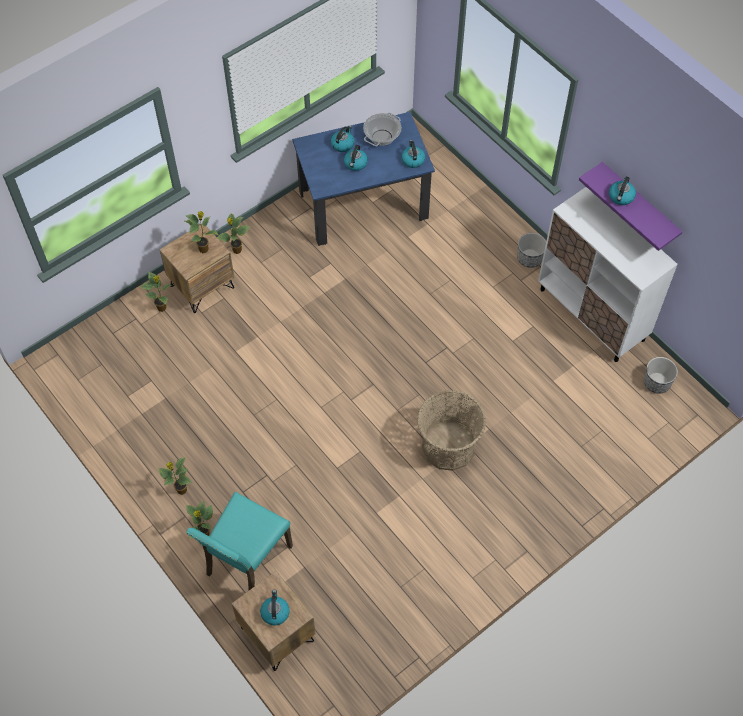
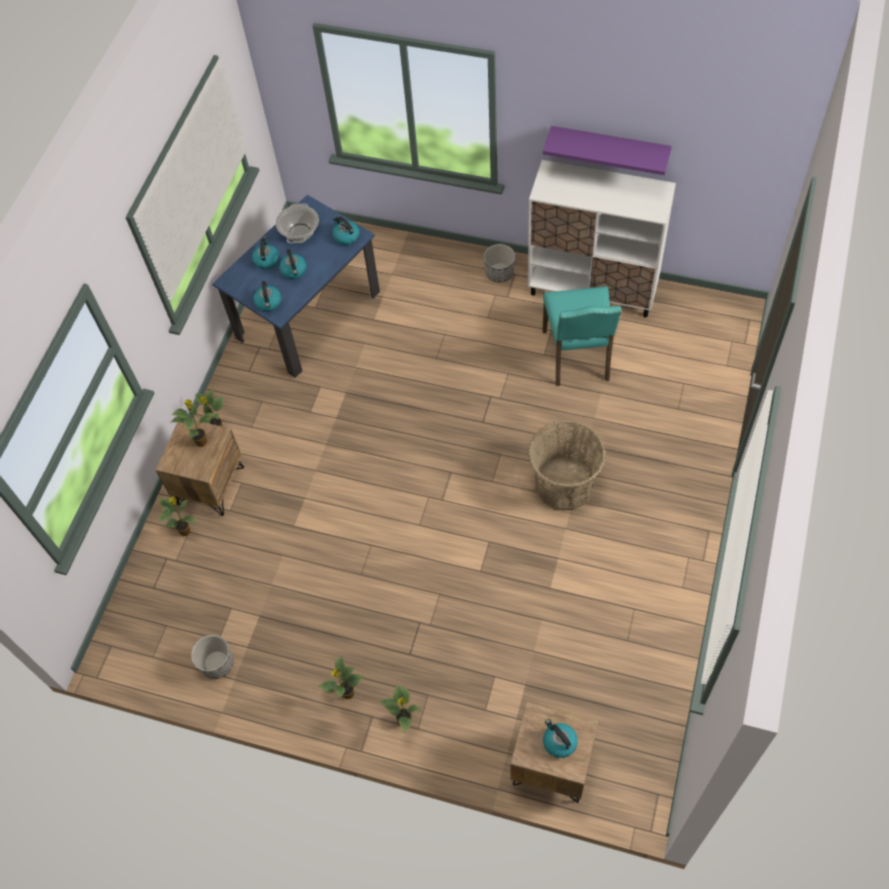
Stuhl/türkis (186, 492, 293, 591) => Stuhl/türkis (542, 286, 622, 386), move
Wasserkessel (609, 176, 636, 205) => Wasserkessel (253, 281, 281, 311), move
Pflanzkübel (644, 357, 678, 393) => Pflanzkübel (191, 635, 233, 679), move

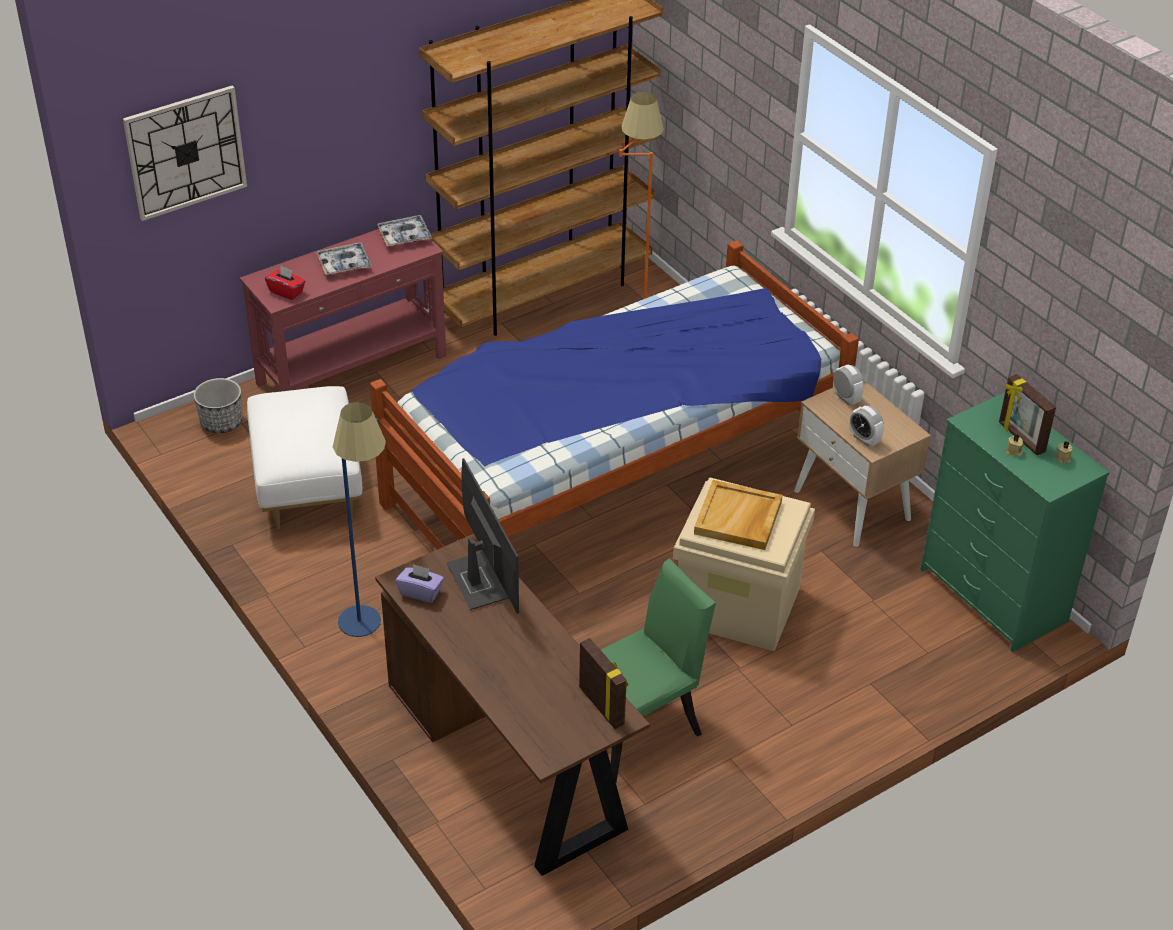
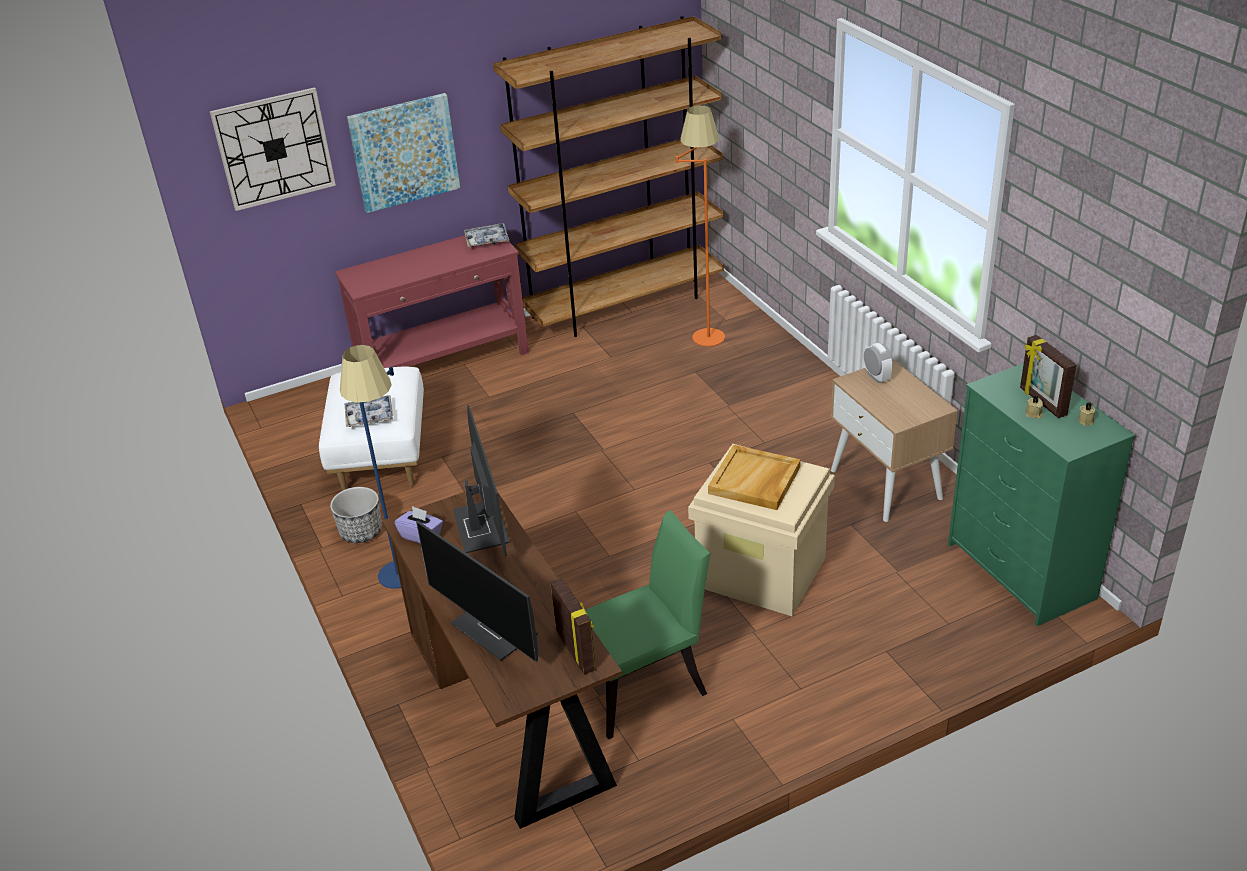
Taschentuchbox/rot (265, 266, 305, 300) => nothing
Bett (370, 240, 859, 550) => nothing
Wecker (849, 405, 884, 447) => nothing
nothing => Bild (347, 93, 460, 213)
nothing => Monitor (416, 521, 538, 662)
Pflanzkübel (194, 378, 243, 433) => Pflanzkübel (330, 487, 382, 543), move
Tablett (317, 243, 372, 275) => Tablett (345, 395, 393, 427), move

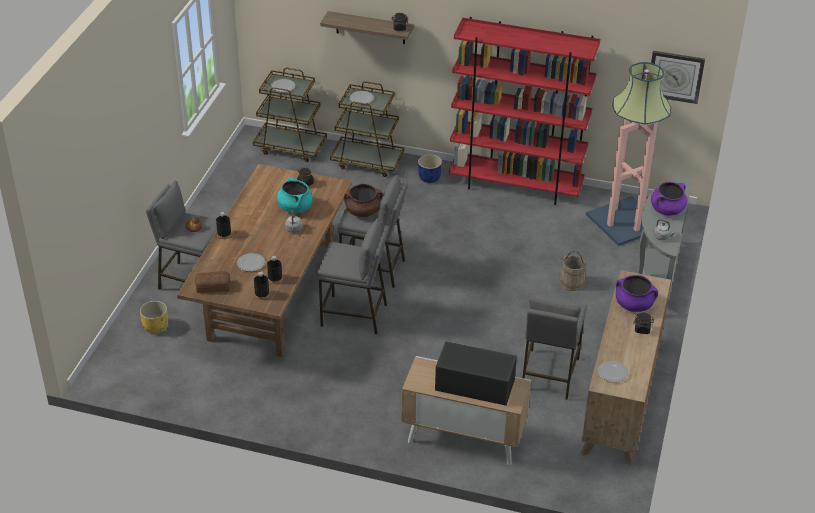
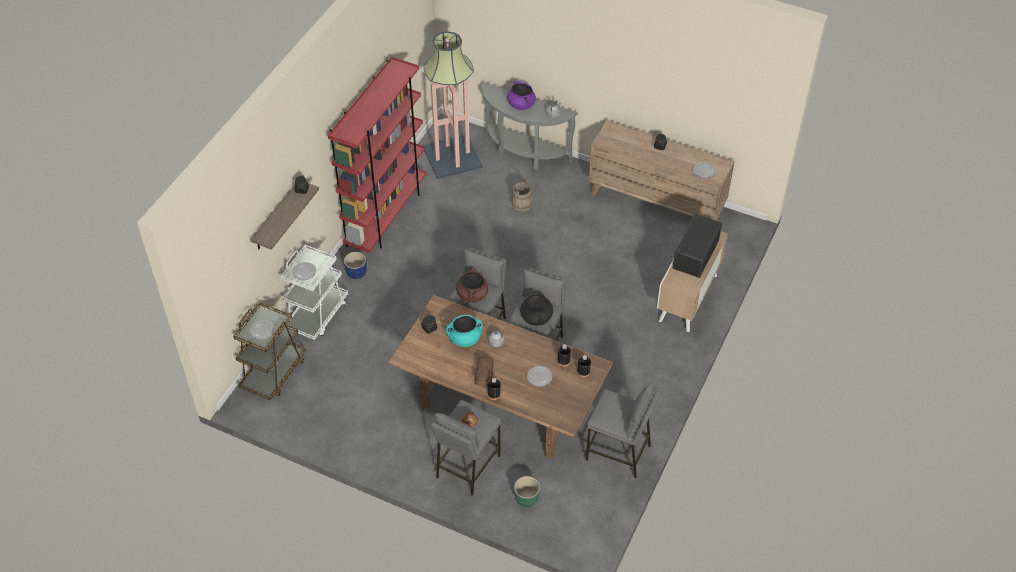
Kochtopf/lila (616, 275, 658, 312) => nothing
Wanduhr (651, 51, 705, 104) => nothing
nothing => Kochtopf/schwarz (520, 291, 553, 326)
Brot (195, 271, 230, 293) => Brot (475, 356, 494, 386), move
Hocker/grau (522, 295, 587, 400) => Hocker/grau (586, 383, 661, 478), move
Pflanzkübel/gelb (140, 301, 168, 334) => Pflanzkübel/grün (514, 476, 540, 507)
Rollwagen/braun (330, 81, 404, 177) => Rollwagen/weiß (281, 245, 348, 340)

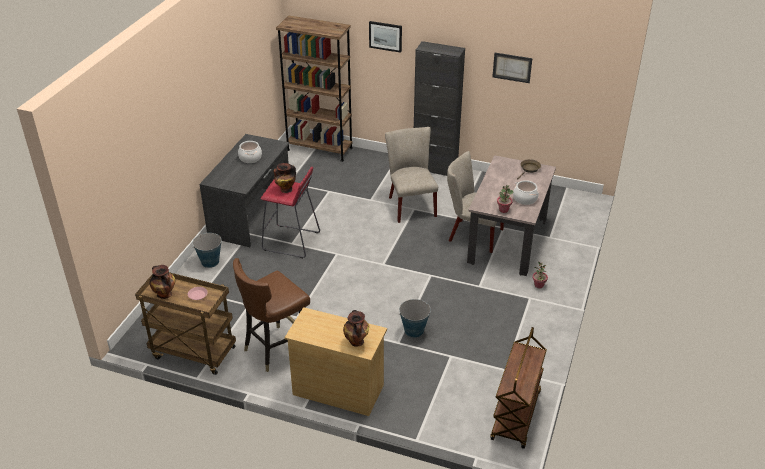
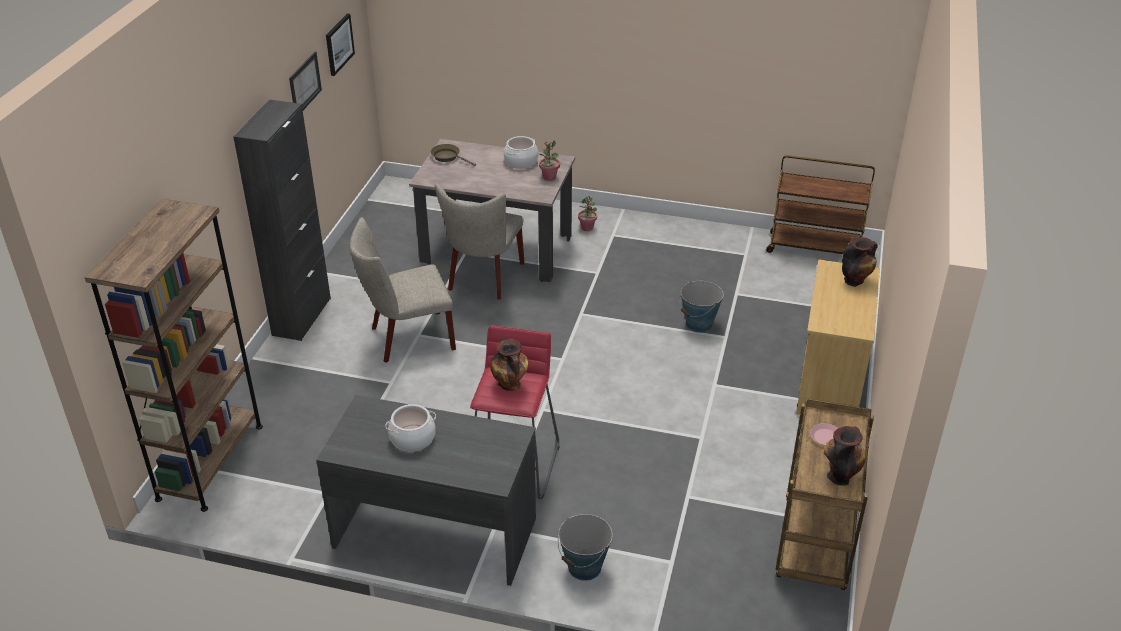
Stuhl/braun (233, 258, 310, 372) => nothing
Bild (369, 21, 402, 53) => Bild (326, 14, 355, 76), move

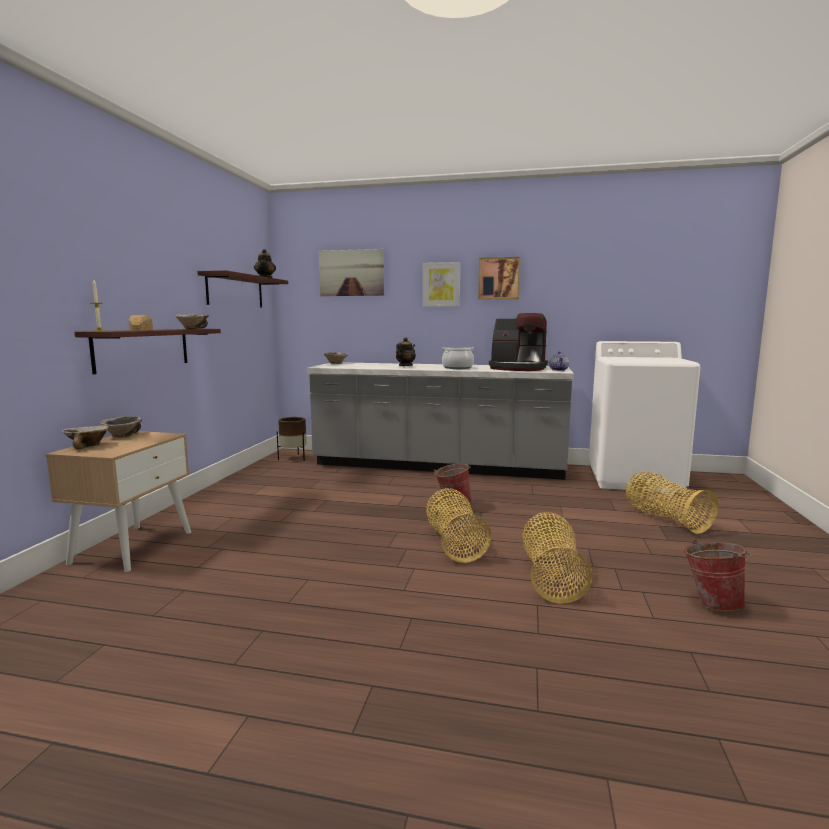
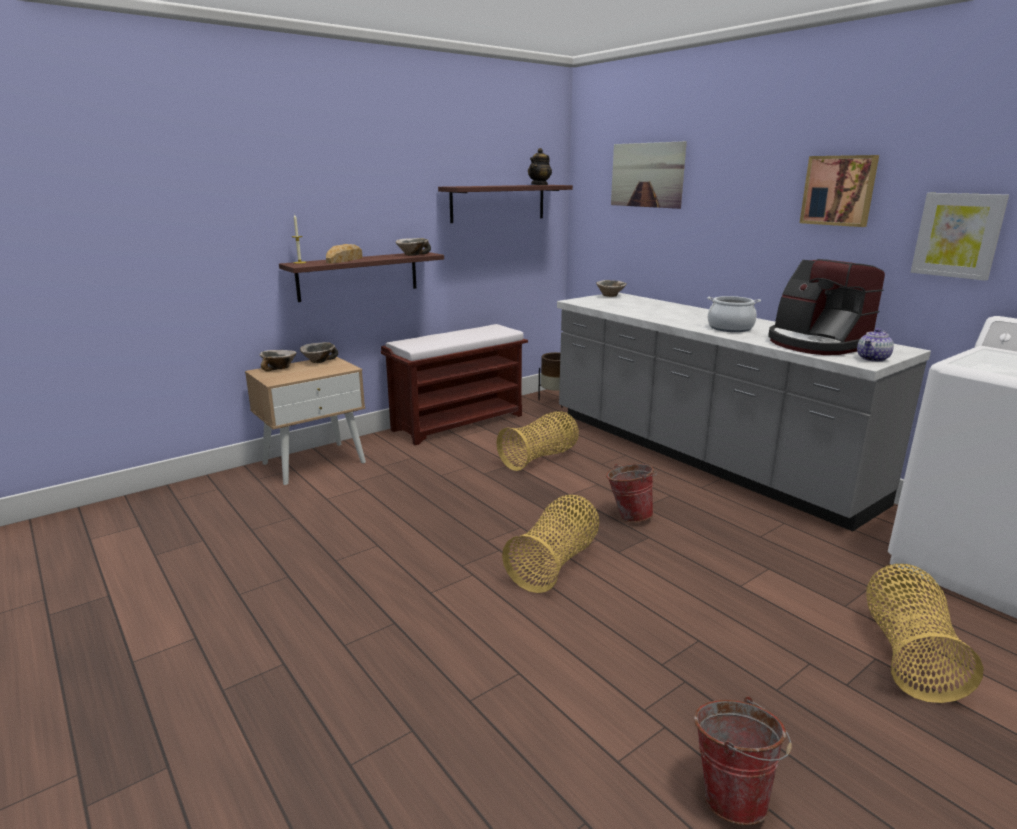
Teekanne (396, 337, 416, 366) => nothing
nothing => Bank/braun (381, 324, 528, 445)
Bild (423, 262, 460, 307) => Bild (911, 193, 1009, 281), move
Korb (523, 512, 593, 604) => Korb (496, 411, 579, 471), move

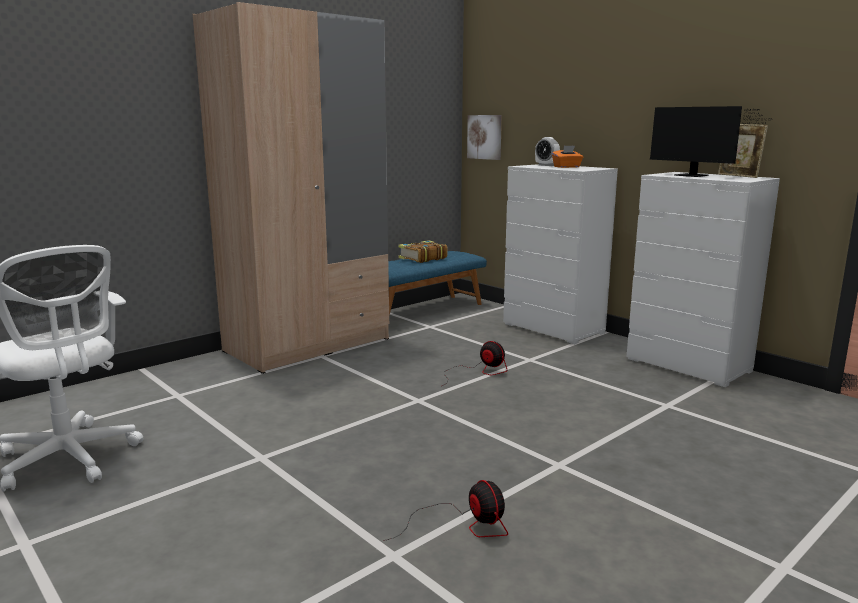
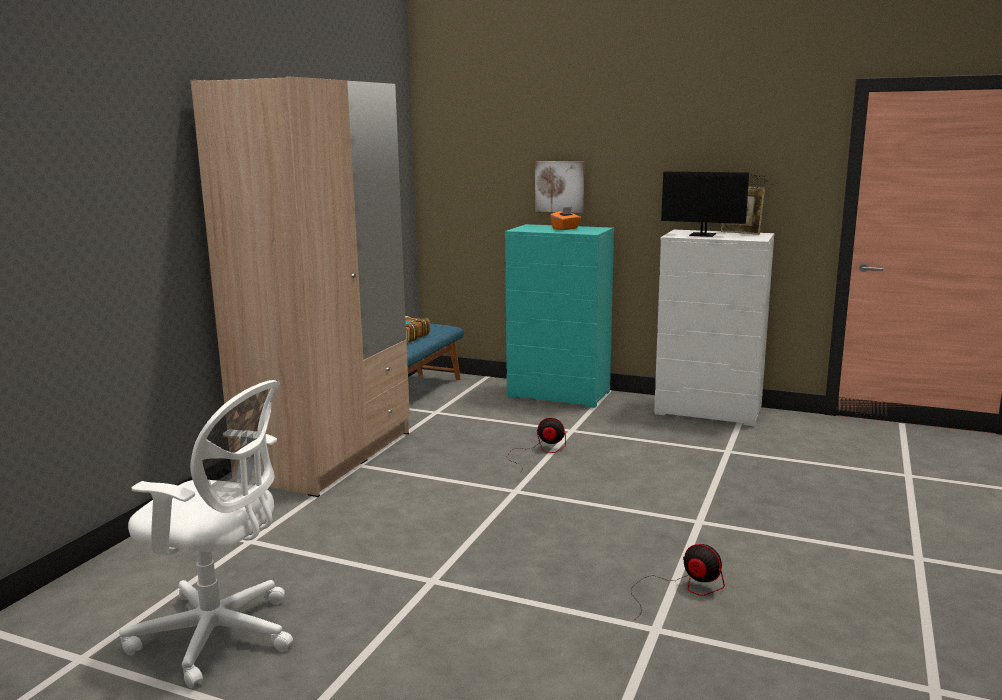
Wecker (535, 137, 560, 166) => nothing
Bild (467, 115, 502, 160) => Bild (535, 161, 584, 213), move
Kommode/weiß (503, 164, 618, 344) => Kommode/türkis (505, 224, 614, 408)

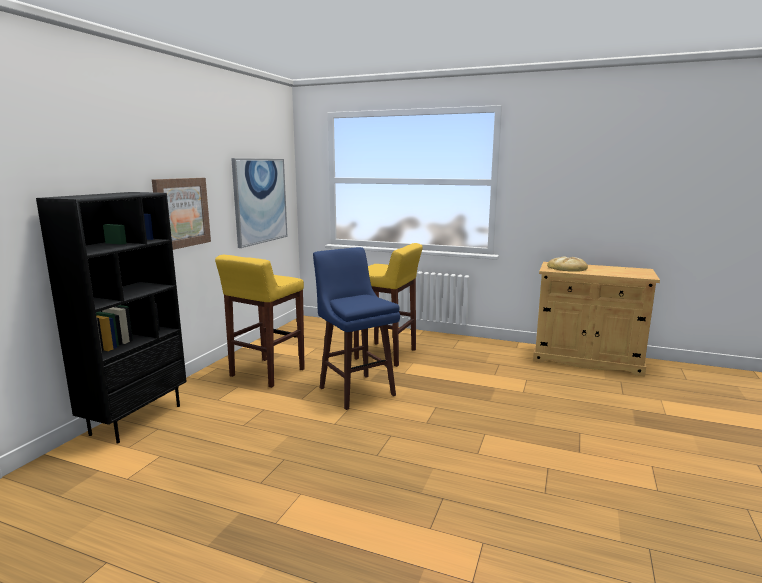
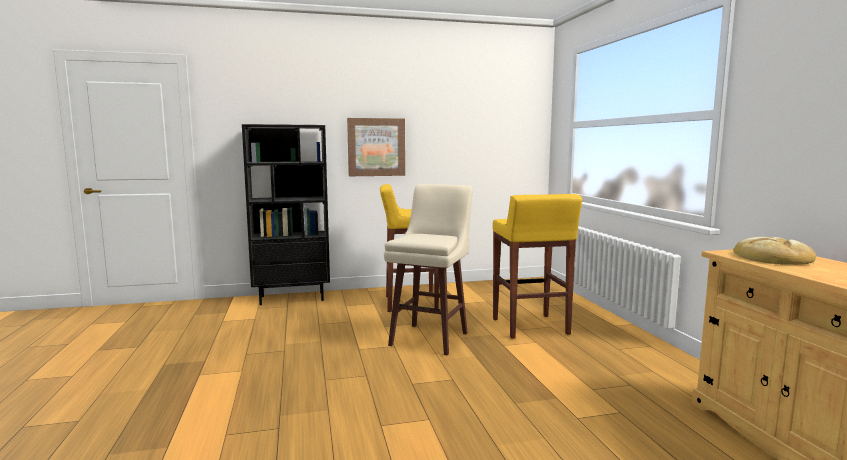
Bild (231, 158, 288, 248) => nothing
Hocker/blau (313, 247, 400, 410) => Hocker/beige (384, 184, 473, 356)

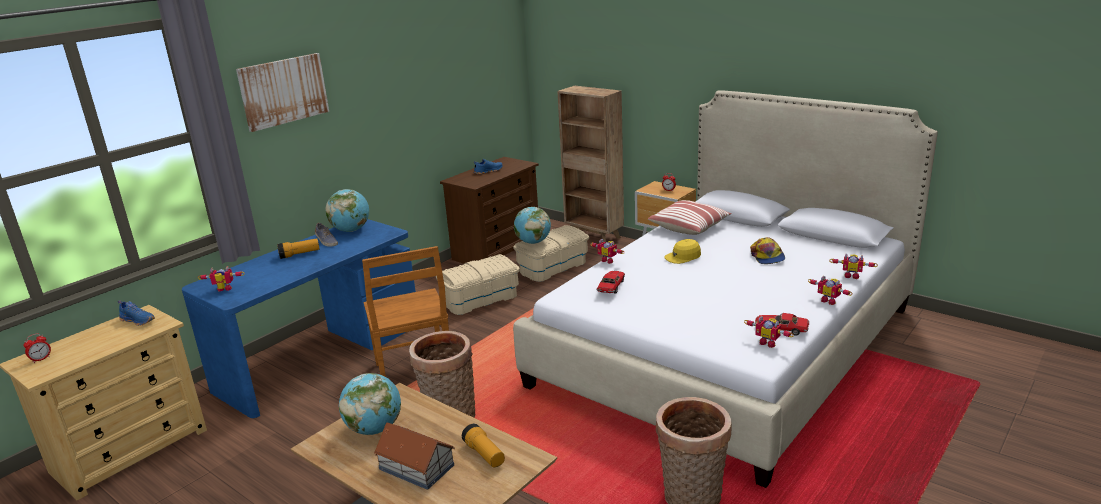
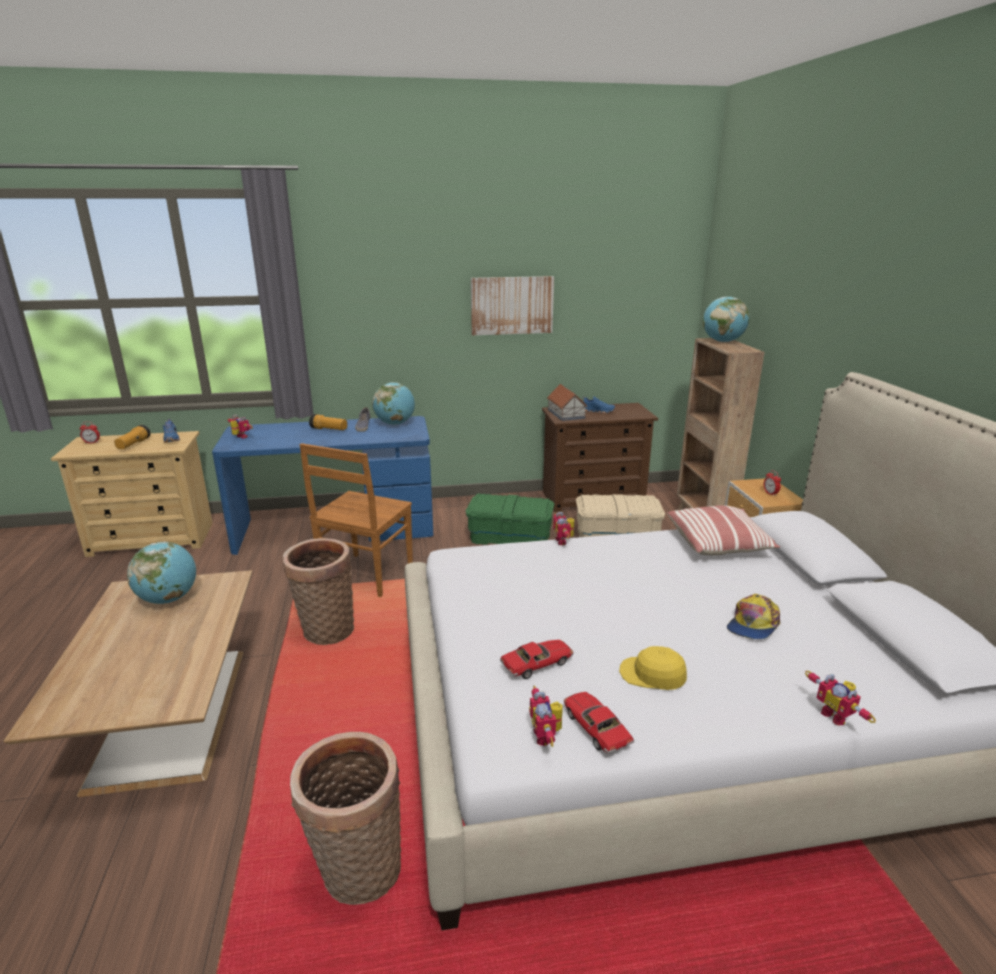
Spielzeugroboter (808, 276, 853, 305) => nothing
Bild (236, 53, 329, 132) => Bild (471, 276, 554, 335), move
Spielzeughaus (374, 422, 455, 490) => Spielzeughaus (547, 384, 588, 421), move
Taschenlampe (462, 424, 505, 467) => Taschenlampe (114, 425, 151, 449), move
Globus (514, 207, 551, 244) => Globus (703, 296, 750, 342), move
Spielzeugauto (597, 271, 625, 294) => Spielzeugauto (500, 640, 574, 679), move
Kappe/gelb (664, 239, 701, 264) => Kappe/gelb (619, 646, 687, 690), move
Aufbewahrungsbox/beige (436, 254, 520, 315) => Aufbewahrungsbox/grün (466, 493, 554, 545)

